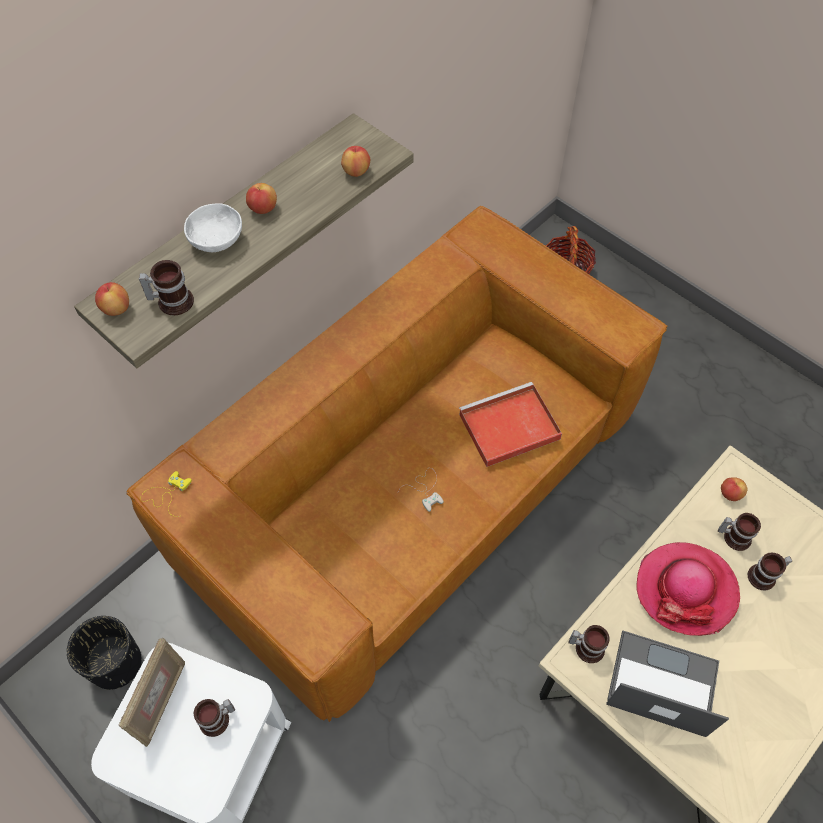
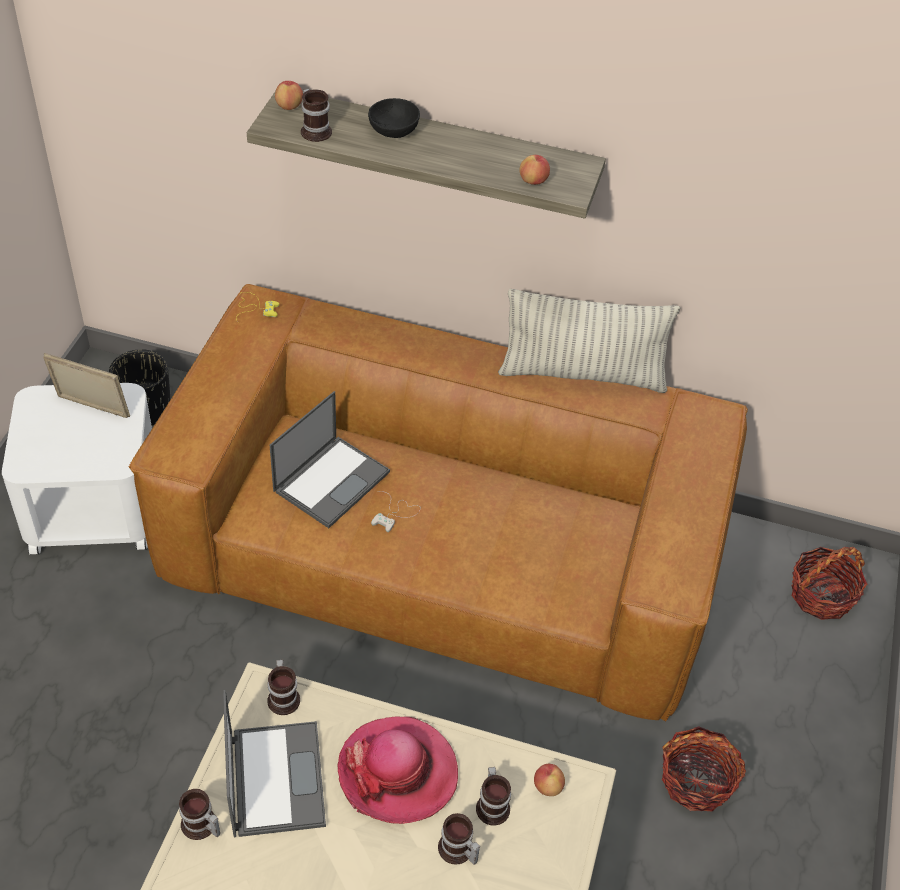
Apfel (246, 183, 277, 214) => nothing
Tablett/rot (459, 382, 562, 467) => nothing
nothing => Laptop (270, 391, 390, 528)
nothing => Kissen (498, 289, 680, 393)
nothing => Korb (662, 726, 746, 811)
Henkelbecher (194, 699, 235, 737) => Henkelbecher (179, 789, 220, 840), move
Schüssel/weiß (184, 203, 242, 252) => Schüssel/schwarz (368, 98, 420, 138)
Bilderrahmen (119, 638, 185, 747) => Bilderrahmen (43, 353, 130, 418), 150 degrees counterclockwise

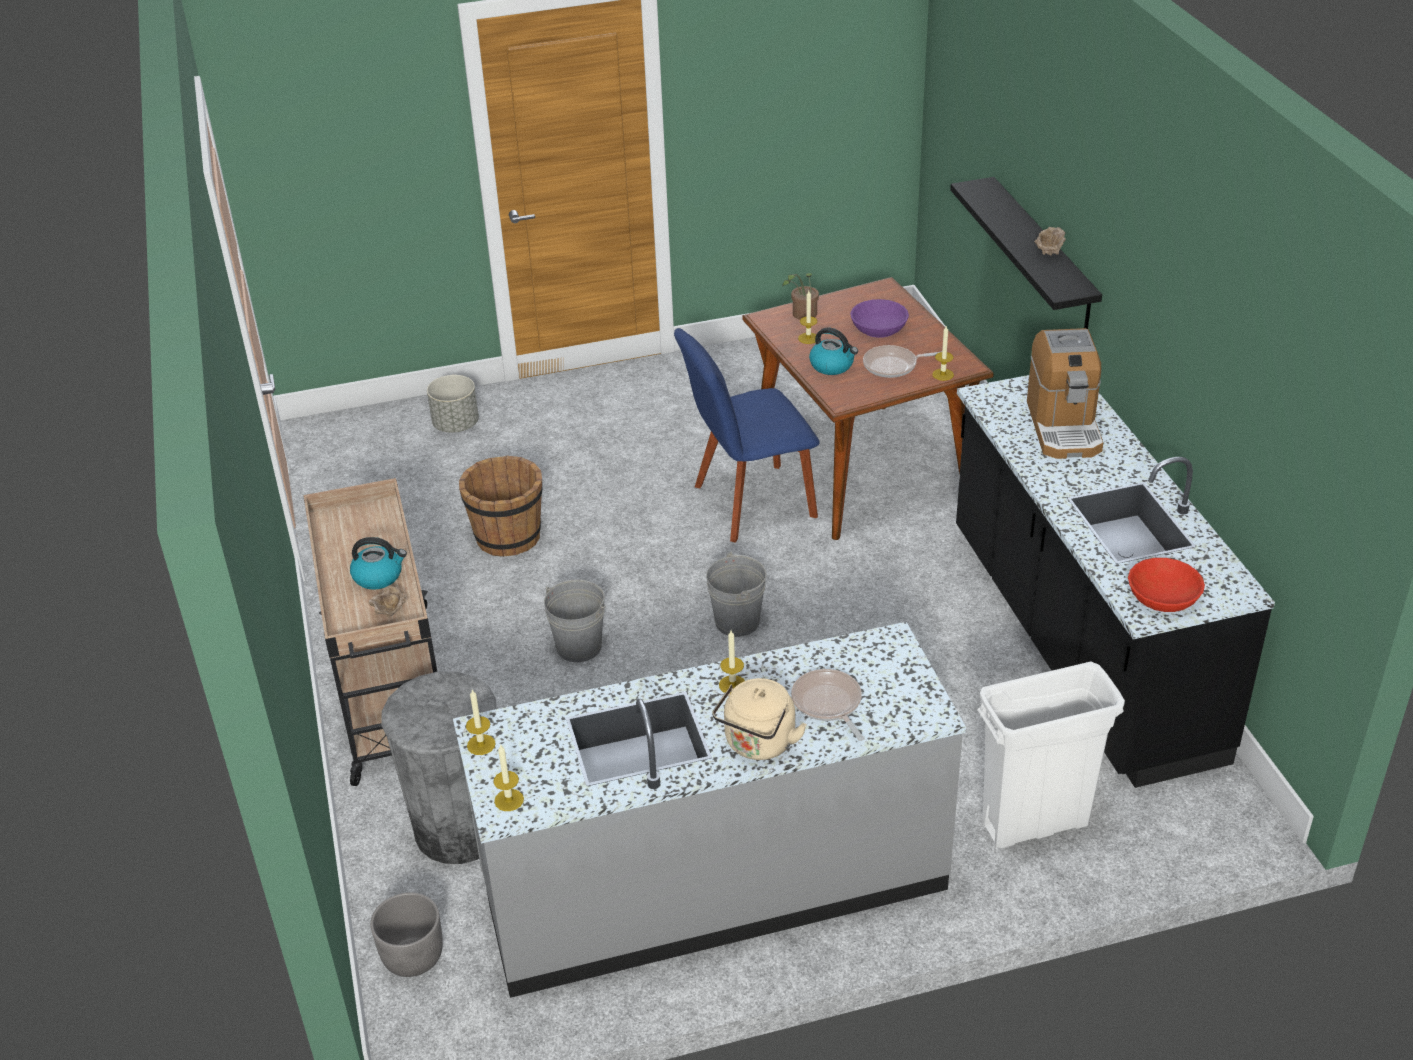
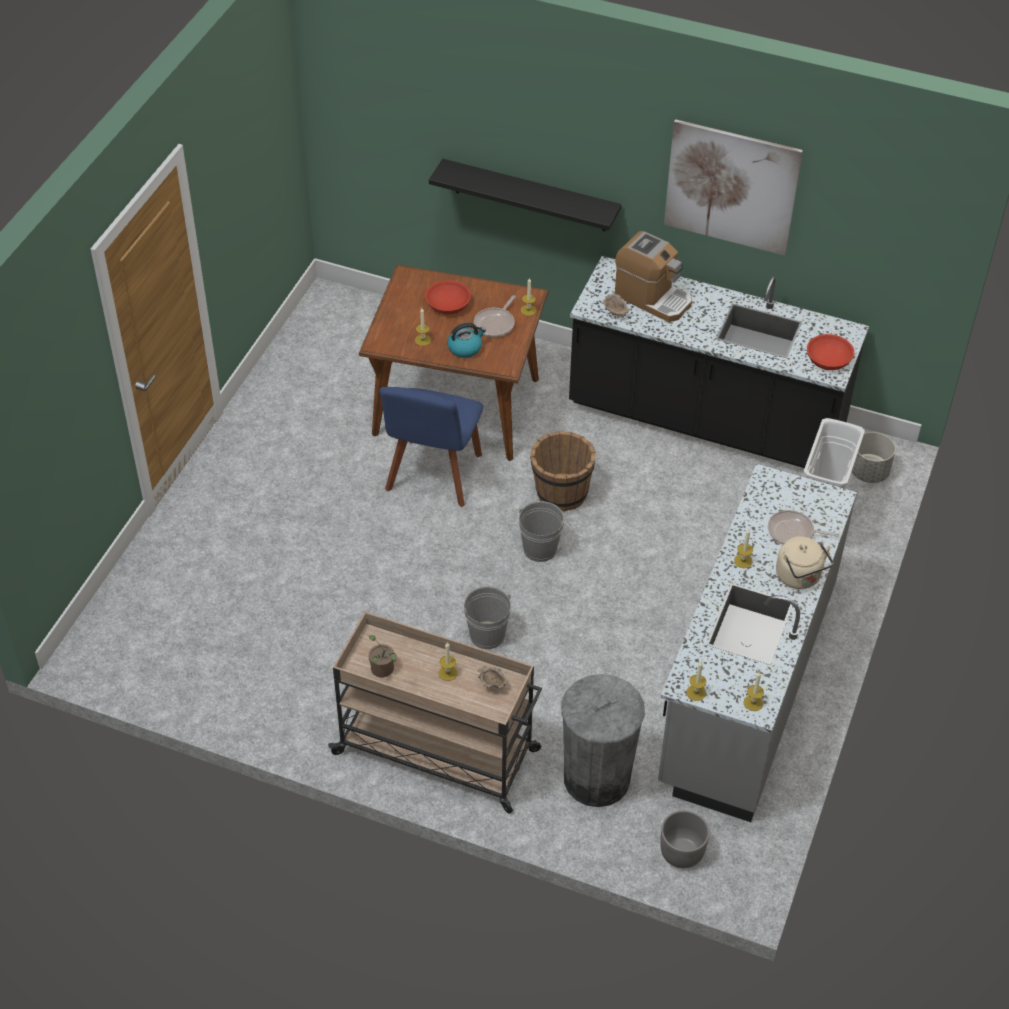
nothing => Bild (664, 119, 803, 256)
Pflanzkübel/grau (427, 375, 479, 432) => Pflanzkübel/grau (852, 432, 896, 483), move
Eimer/braun (459, 456, 543, 557) => Eimer/braun (530, 431, 596, 511), move
Topfpflanze (782, 273, 819, 320) => Topfpflanze (369, 635, 397, 677), move
Schüssel/beige (1034, 227, 1066, 255) => Schüssel/beige (603, 294, 630, 318), move
Wasserkessel (350, 537, 407, 590) => Kerze (439, 642, 457, 681)
Schüssel/lila (850, 299, 909, 338) => Schüssel/rot (425, 280, 471, 314)

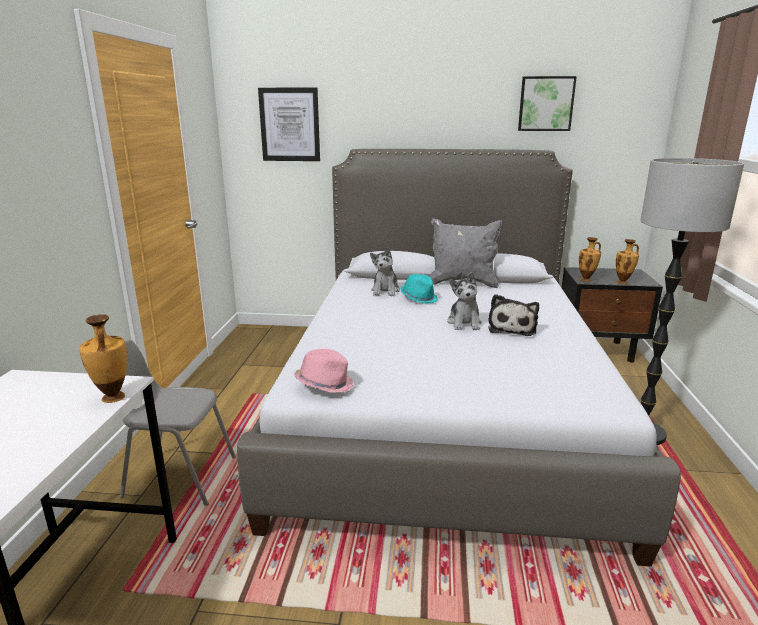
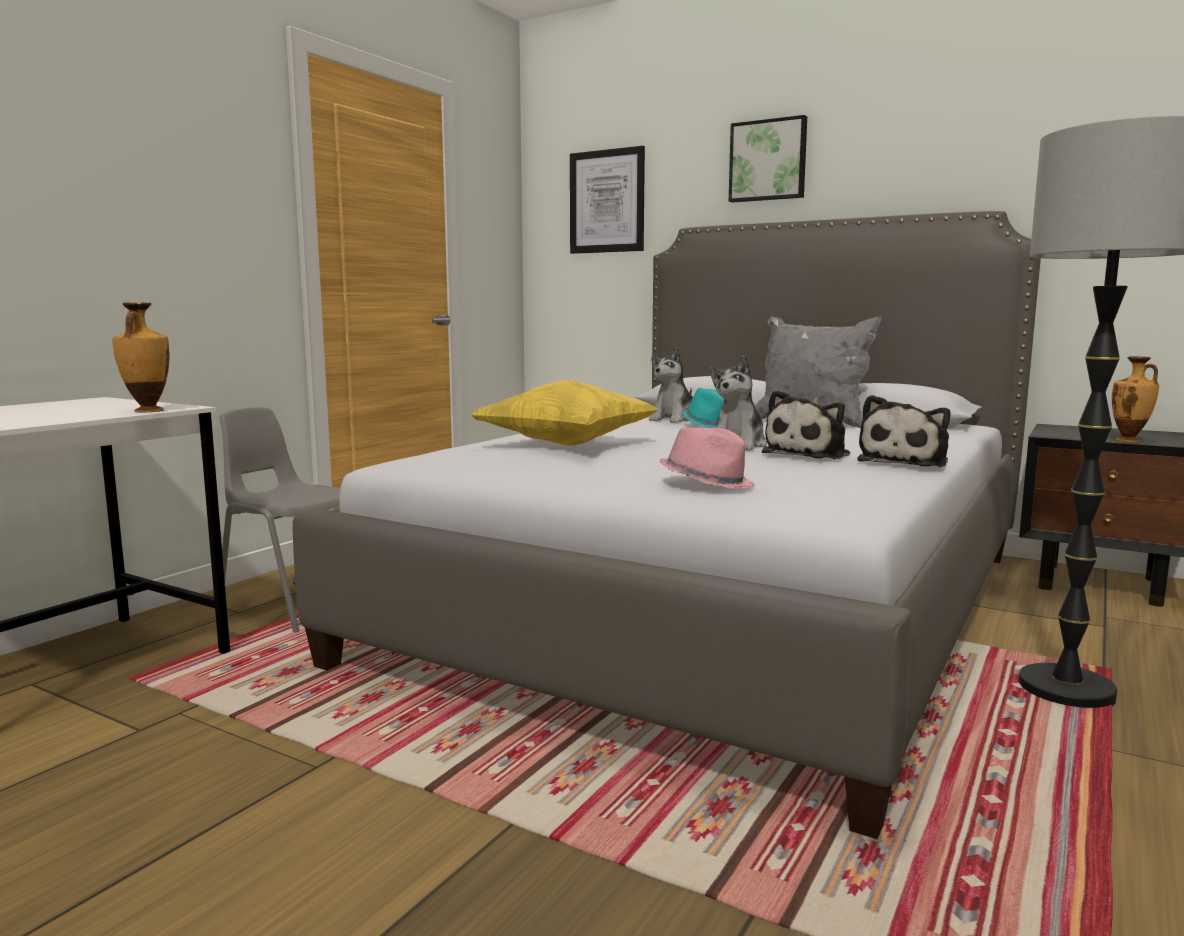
Vase (579, 237, 601, 282) => nothing
nothing => Kissen/gelb (471, 380, 659, 446)
nothing => Plüschtier (857, 395, 950, 467)
Hut/rosa (294, 349, 354, 393) => Hut/rosa (659, 428, 754, 489), move
Bild (518, 76, 577, 131) => Bild (729, 115, 807, 203), move

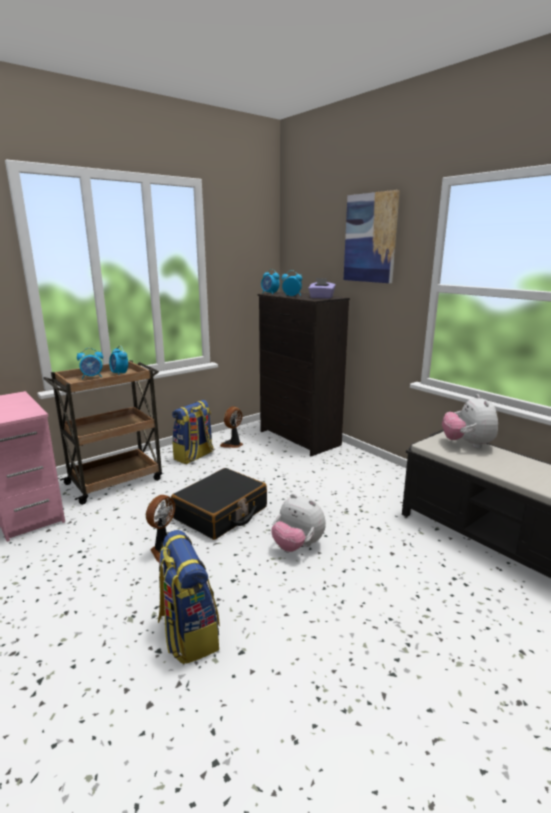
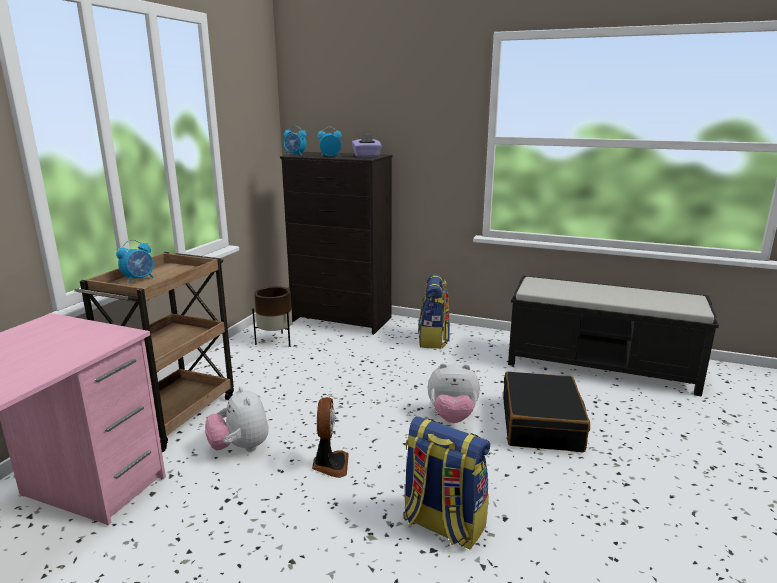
Wecker (109, 346, 128, 375) => nothing
Bild (344, 190, 400, 283) => nothing
Koffer/schwarz (171, 468, 267, 540) => Koffer/schwarz (503, 372, 590, 452), move
Rucksack (172, 400, 214, 464) => Rucksack (418, 274, 450, 349), move
Plüschtier (442, 394, 498, 449) => Plüschtier (205, 387, 269, 452), move
Ventilator (220, 406, 243, 448) => Pflanzkübel/braun (252, 286, 293, 347)

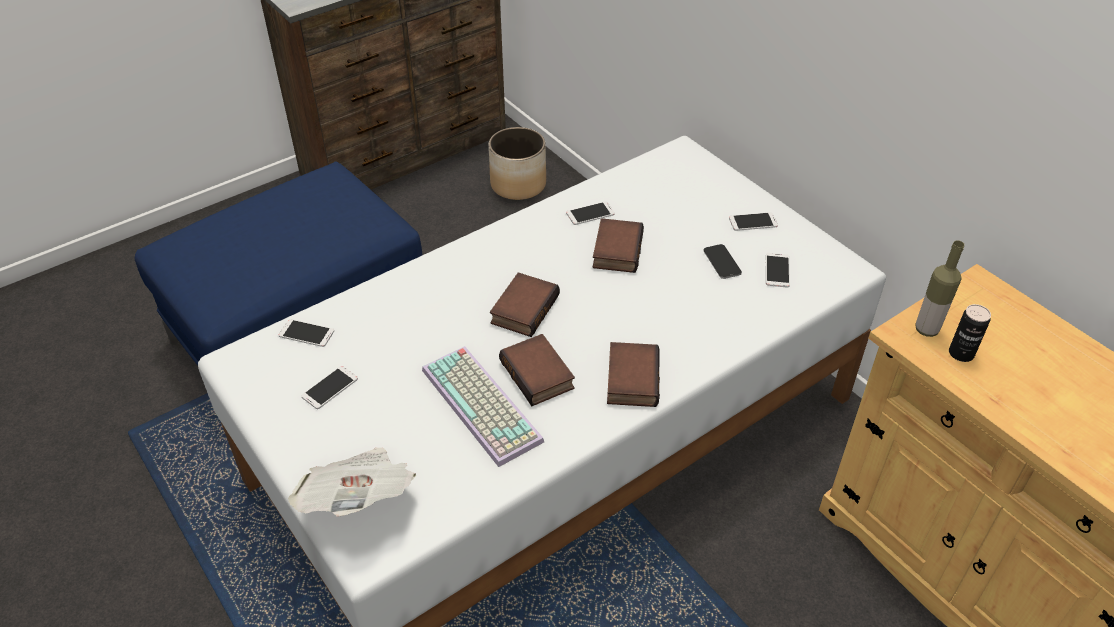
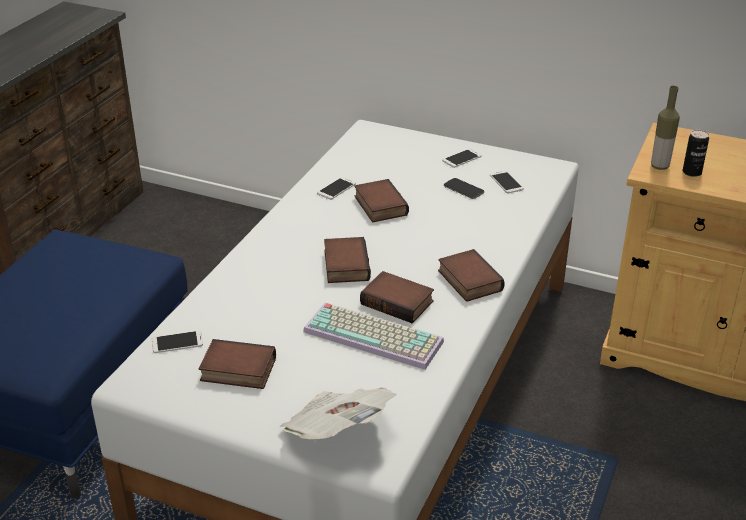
Pflanzkübel (489, 127, 546, 200) => nothing
Handy (301, 366, 358, 409) => Buch (199, 339, 276, 389)

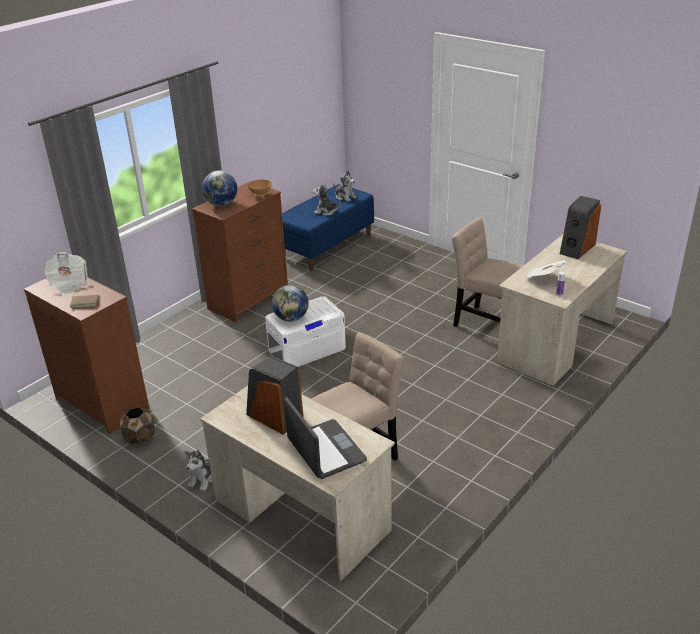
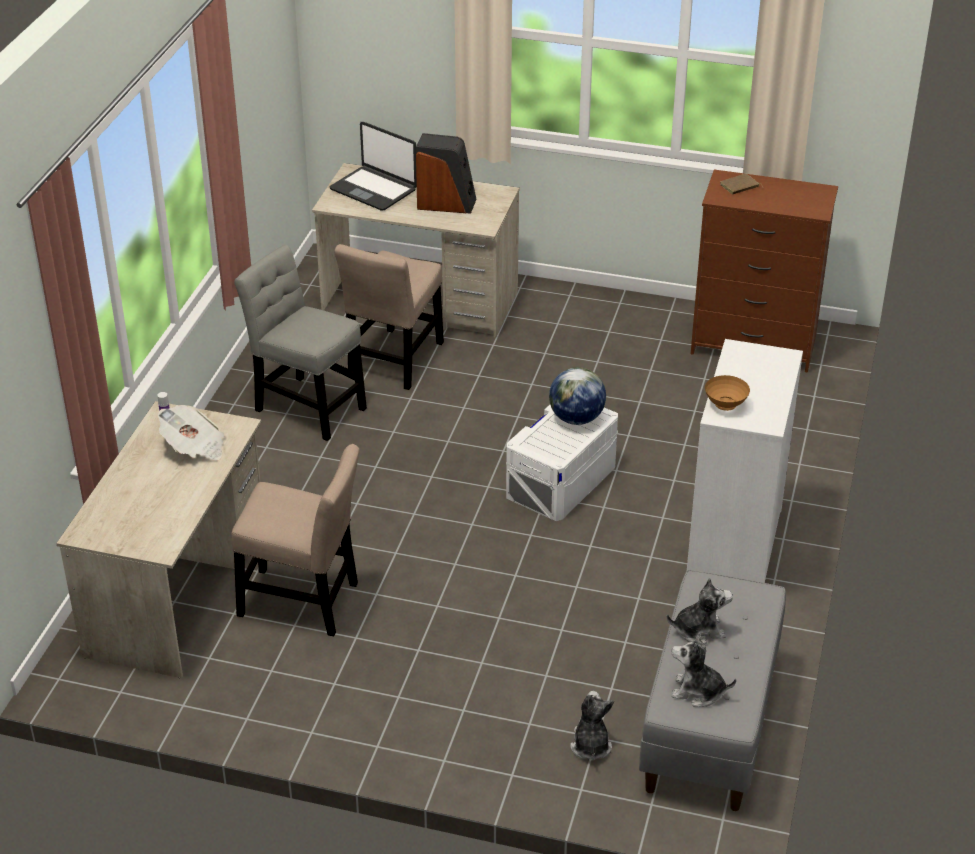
Zeitung (44, 252, 87, 295) => nothing
Pflanzkübel/braun (120, 408, 155, 445) => nothing
Globus (202, 170, 237, 206) => nothing
Lautsprecher (560, 196, 601, 259) => nothing
nothing => Stuhl/grau (234, 245, 367, 441)
Plüschtier (185, 450, 213, 491) => Plüschtier (570, 691, 614, 760), move
Kommode/braun (192, 181, 288, 323) => Kommode/weiß (687, 339, 803, 583)
Bank/blau (282, 184, 374, 271) => Bank/grau (639, 570, 786, 811)

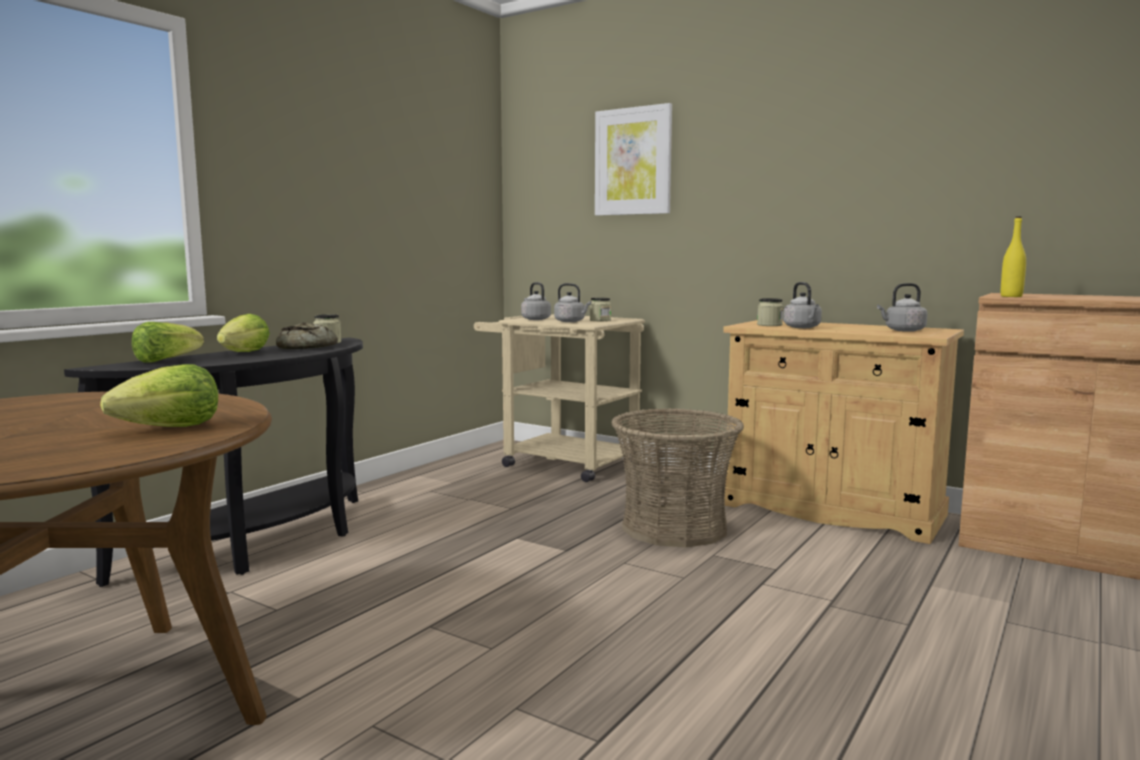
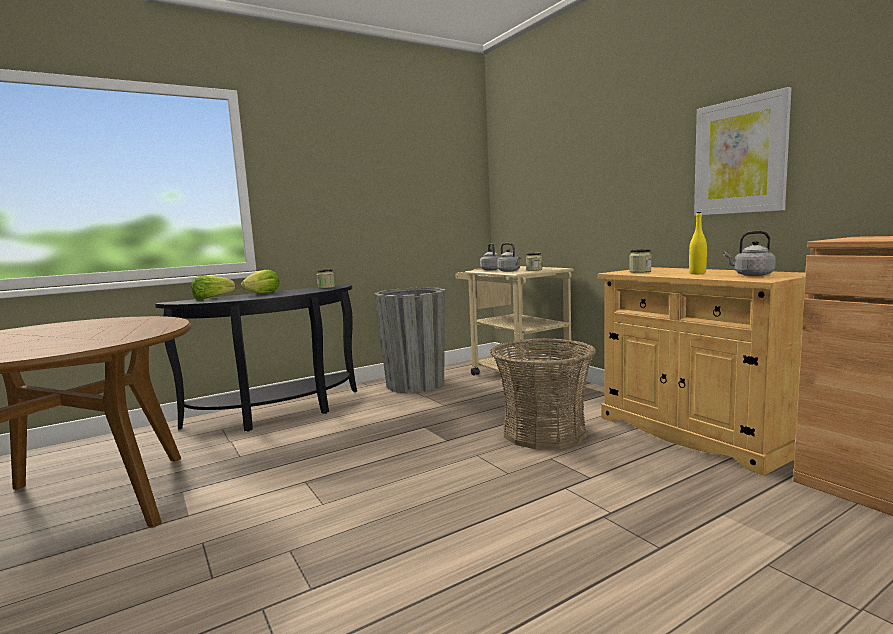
Salatkopf (100, 364, 218, 427) => nothing
Brot (276, 323, 338, 349) => nothing
Wasserkessel/grau (783, 282, 822, 328) => nothing
nothing => Pflanzkübel/grau (374, 287, 445, 393)
Bild (595, 103, 672, 216) => Bild (694, 87, 791, 216), move
Flasche/gelb (1001, 216, 1026, 297) => Flasche/gelb (689, 212, 707, 274), move

